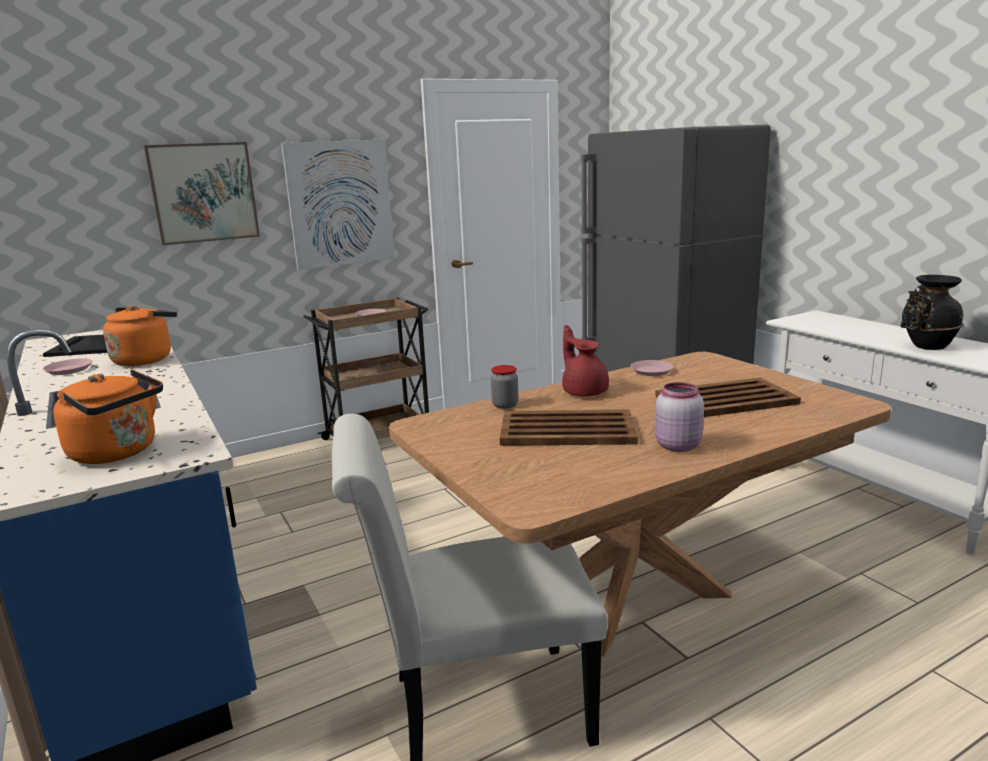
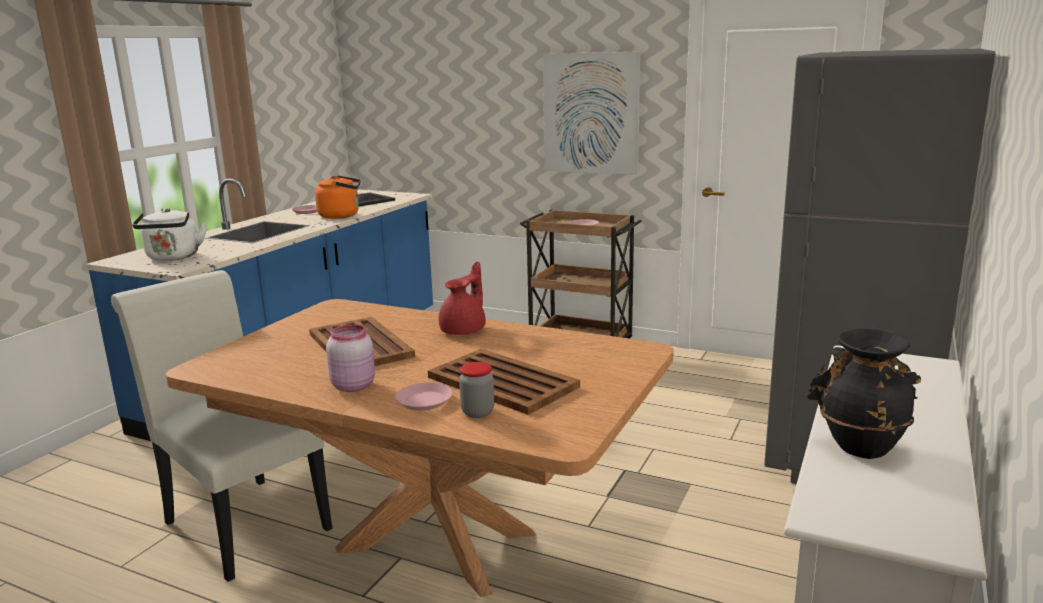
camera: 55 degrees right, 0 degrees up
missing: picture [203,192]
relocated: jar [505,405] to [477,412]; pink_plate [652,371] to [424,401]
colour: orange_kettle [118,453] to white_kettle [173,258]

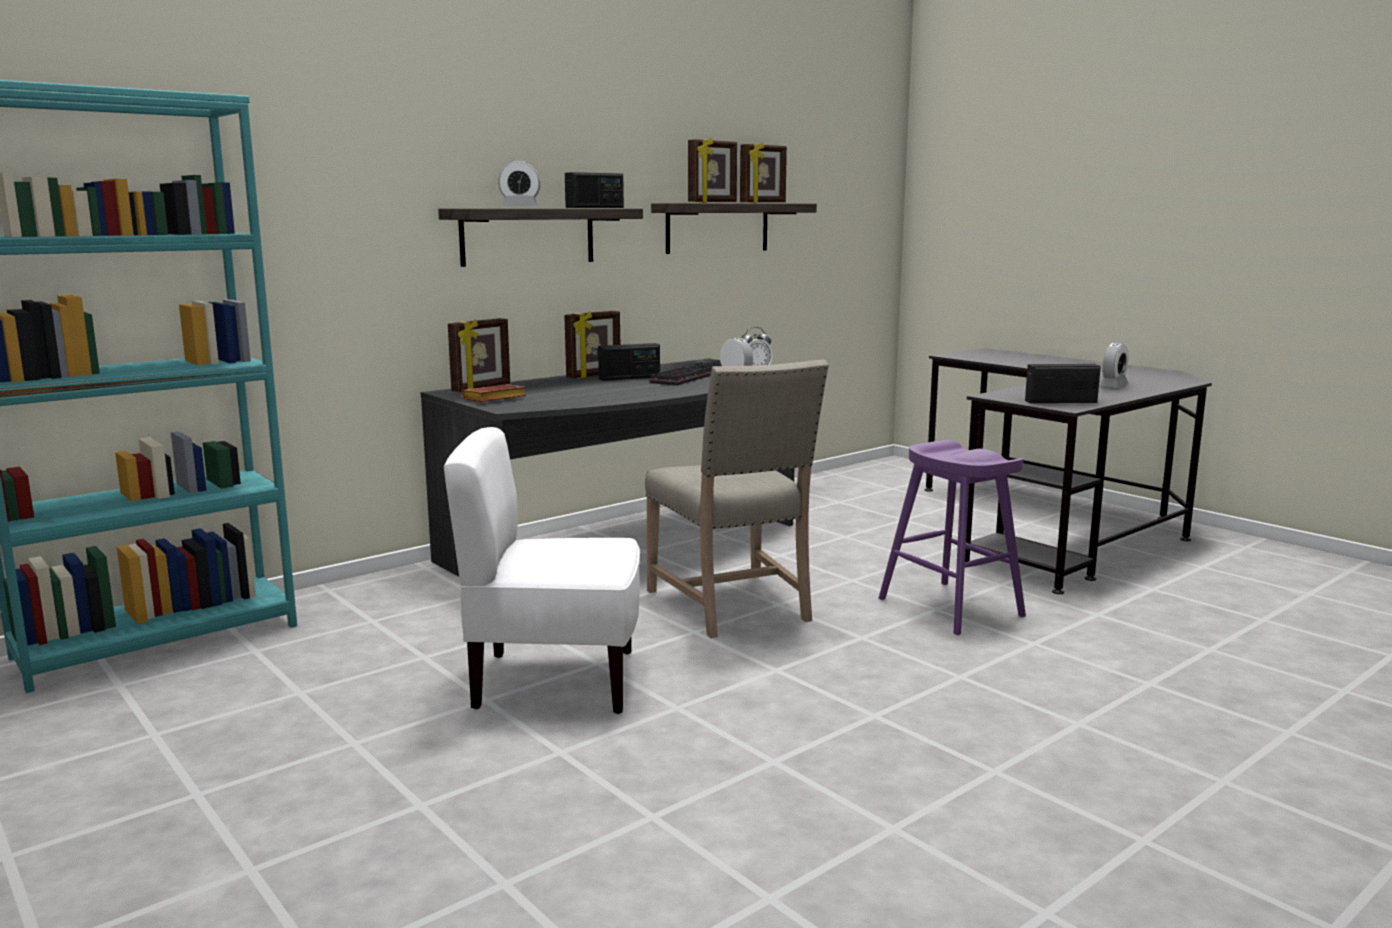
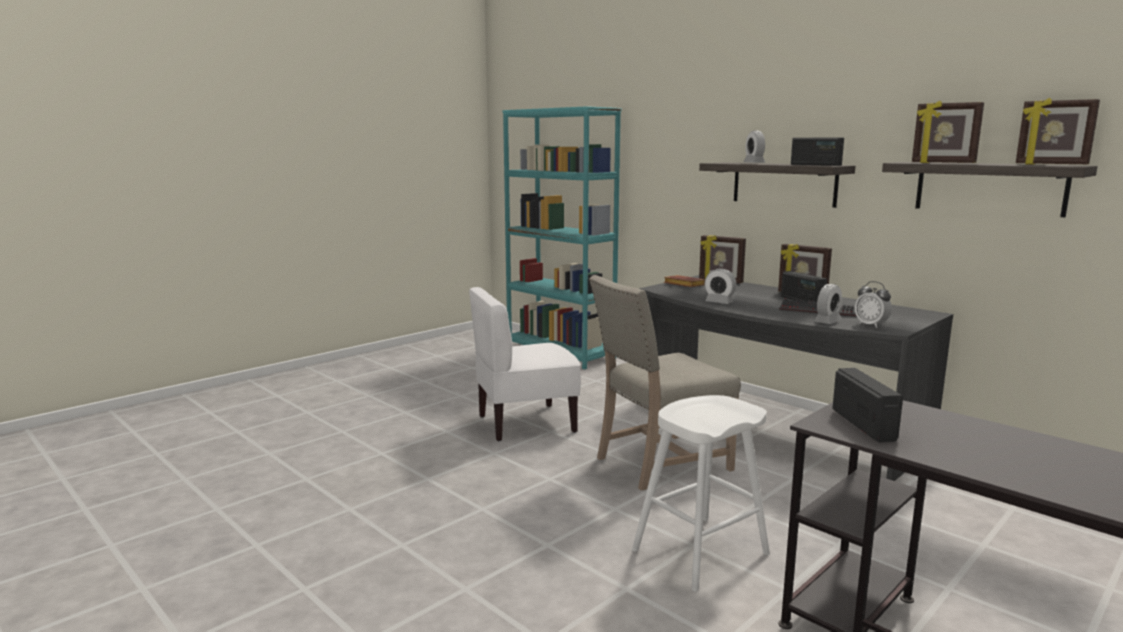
camera: 85 degrees right, 0 degrees up
relocated: alarm_clock [1113,386] to [719,302]
colour: purple_stool [950,607] to white_stool [700,552]
spun: white_chair [554,681] = [525,423] 105 degrees counterclockwise

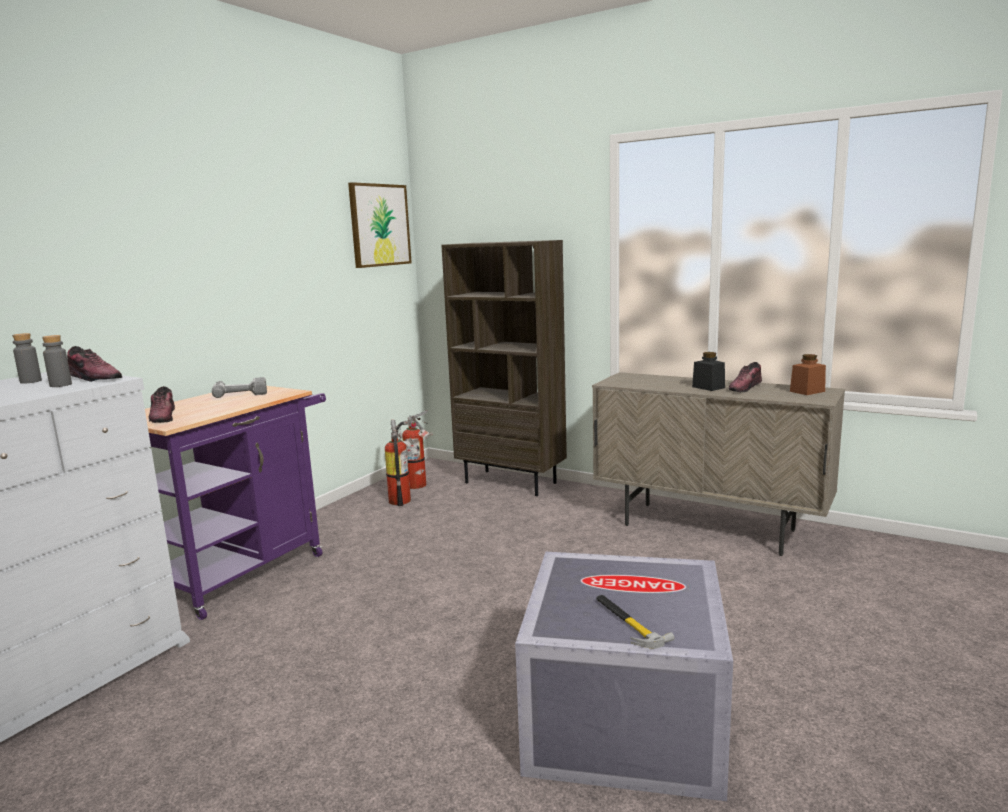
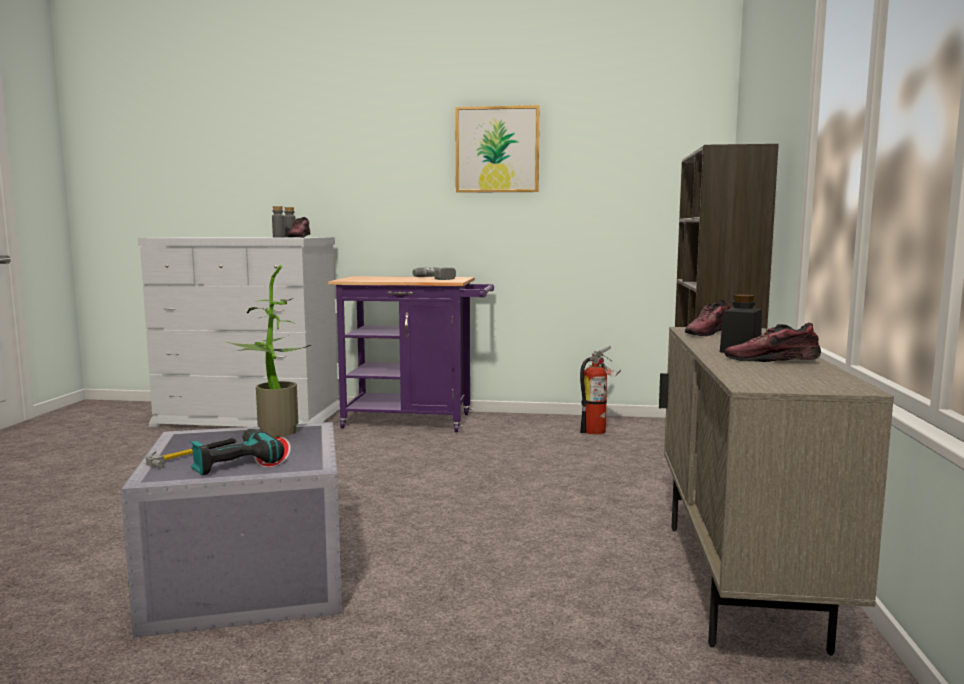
camera: 65 degrees right, 5 degrees down
missing: fire_extinguisher [419,485]; brown_jar [807,391]
appeared: power_drill [234,462]; potted_plant [272,433]
relocated: shoe [163,417] to [708,332]; picture [379,225] to [497,150]

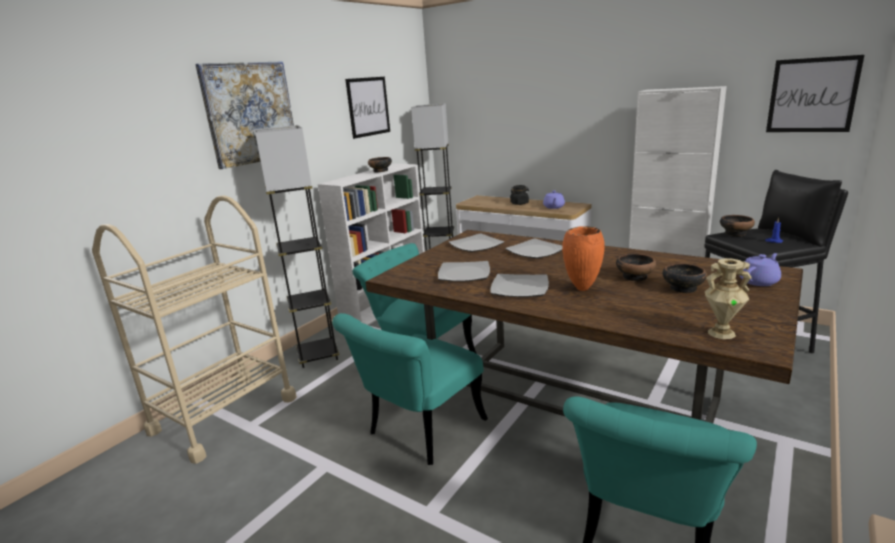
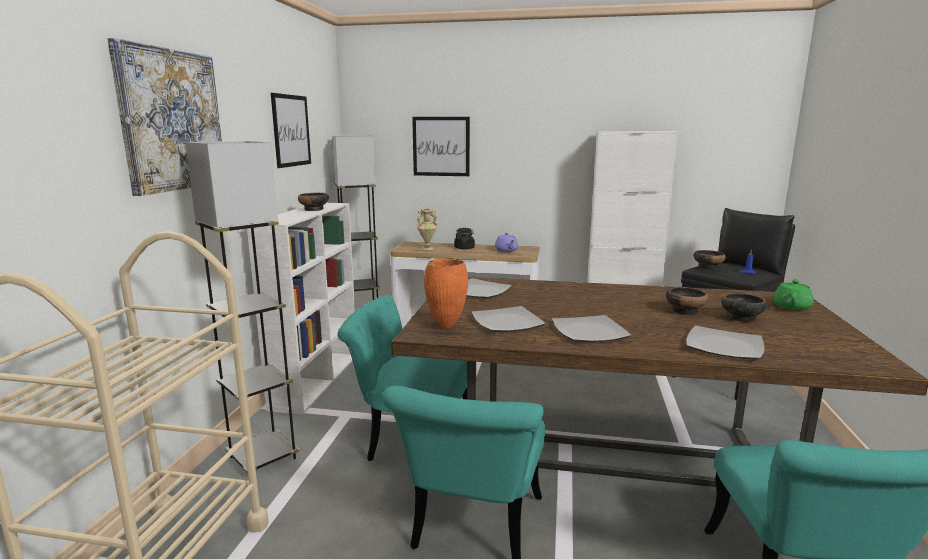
camera: 25 degrees left, 5 degrees down
relocated: plate [534,251] to [723,346]; orange_vase [581,289] to [445,327]; beige_vase [721,333] to [427,248]; picture [812,95] to [441,146]
colour: purple_teapot [759,281] to green_teapot [791,306]

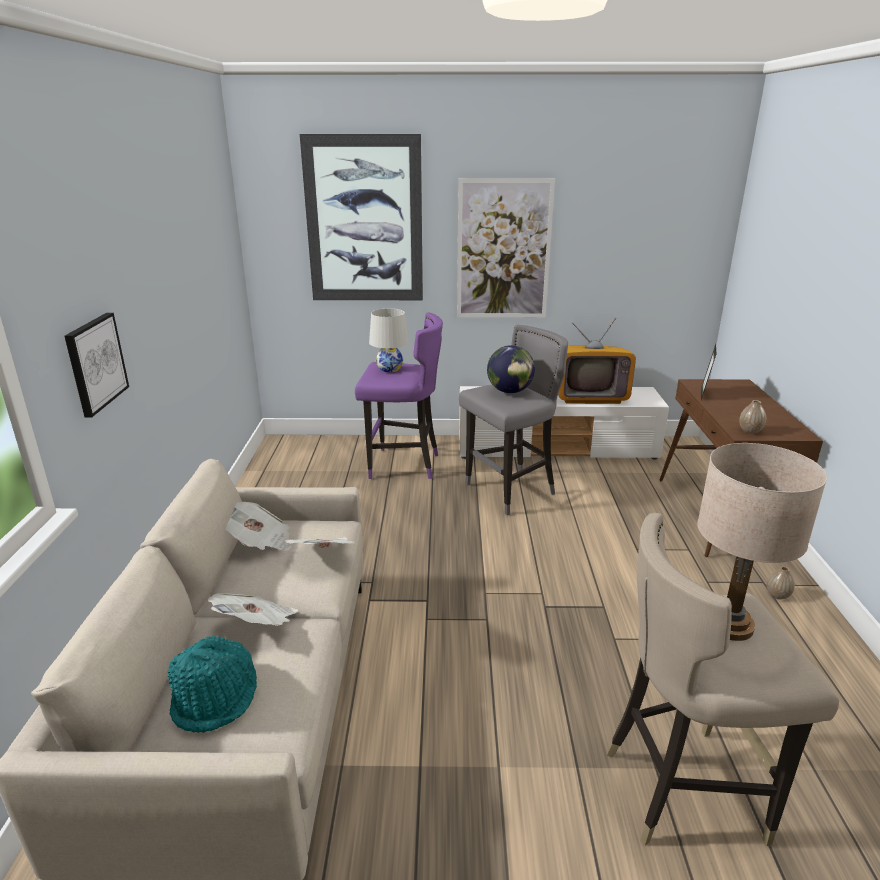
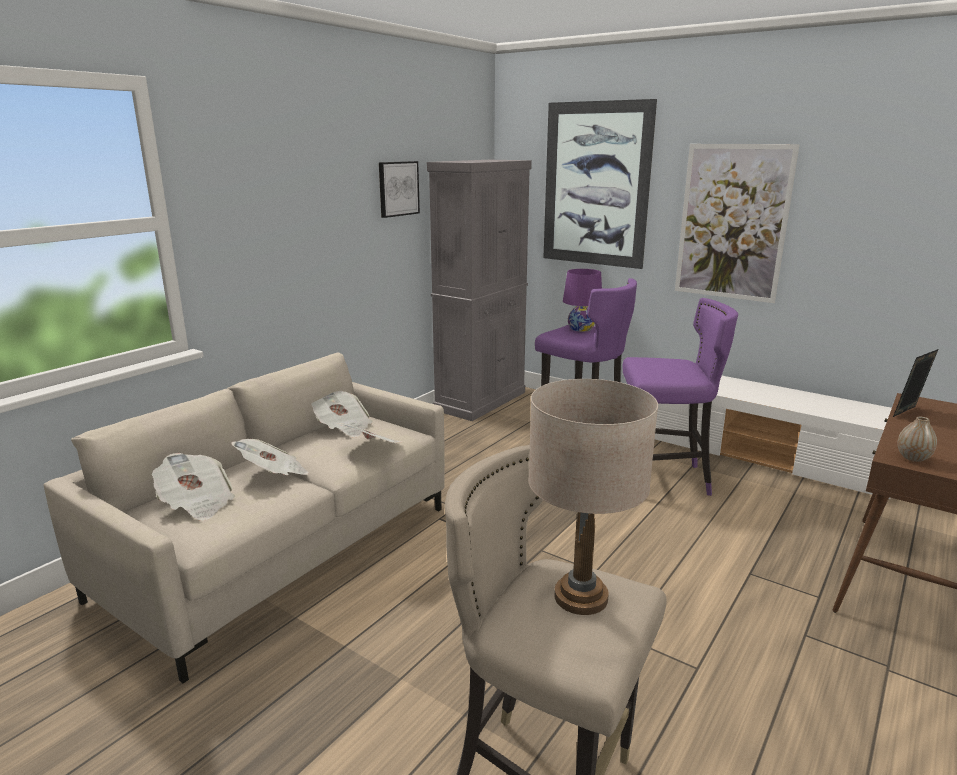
camera: 35 degrees right, 5 degrees down
missing: globe [509,391]; television [589,396]; vase [777,595]
appeared: grey_cabinet [481,401]
relocated: picture [95,363] to [398,188]
exchanged: turquoise_hat [216,698] to newspaper [197,503]
colour: white_table_lamp [389,369] to purple_table_lamp [580,328]; grey_stool [510,491] to purple_stool [664,479]

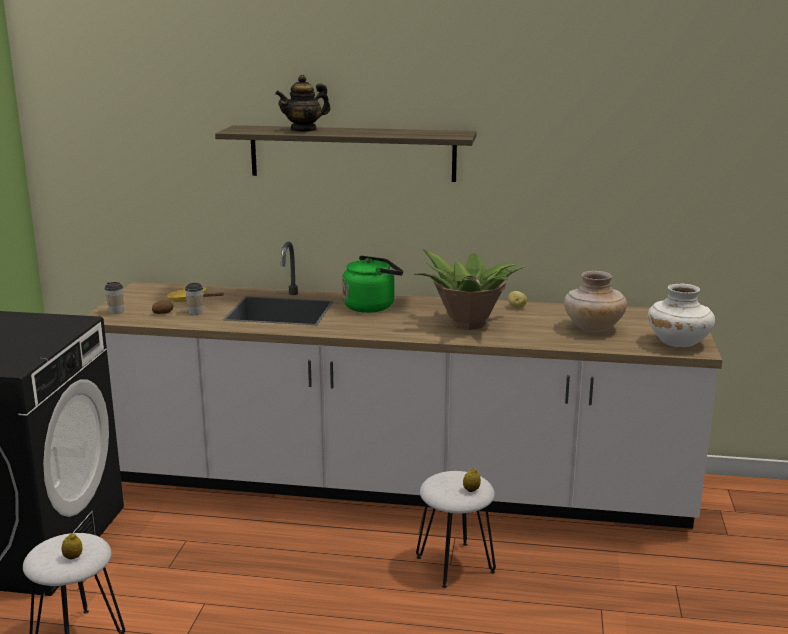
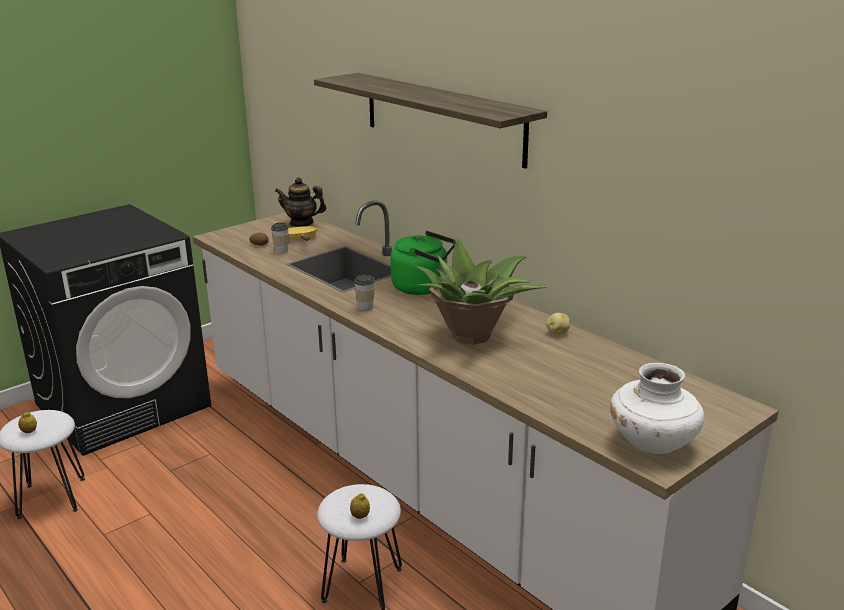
camera: 40 degrees right, 5 degrees up
missing: beige_vase [593,328]
relocated: cup [116,311] to [365,307]; teapot [304,130] to [301,223]

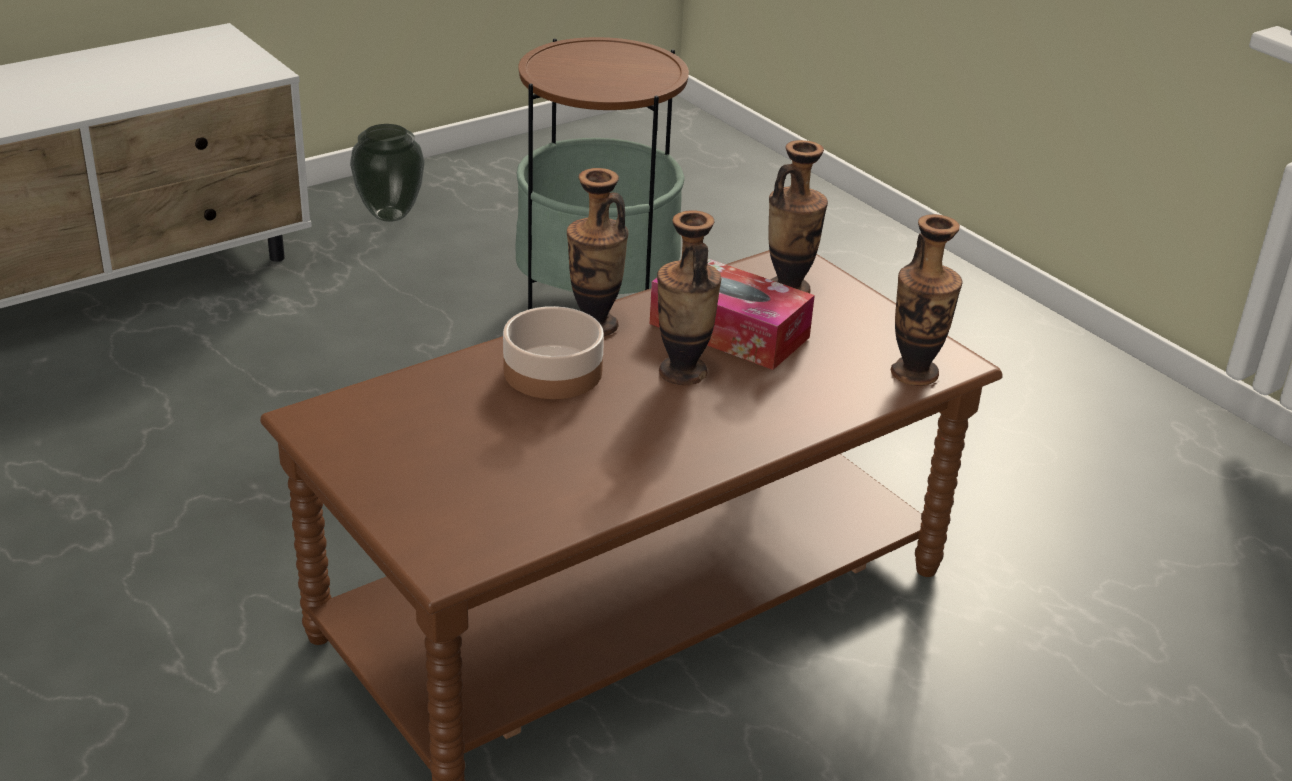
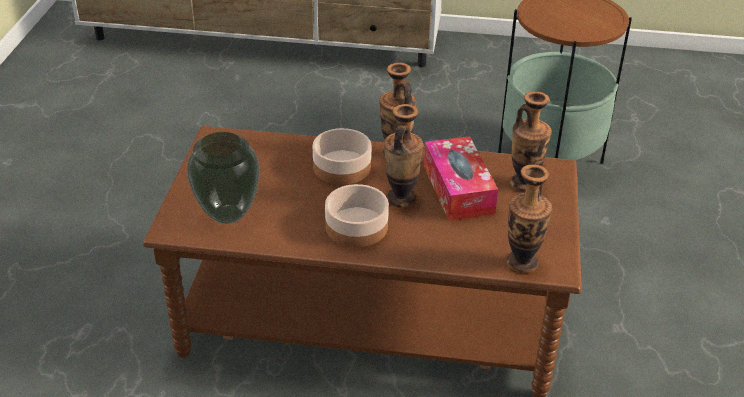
camera: 45 degrees right, 5 degrees up
appeared: bowl [356,226]
relocated: vase [390,215] to [228,214]

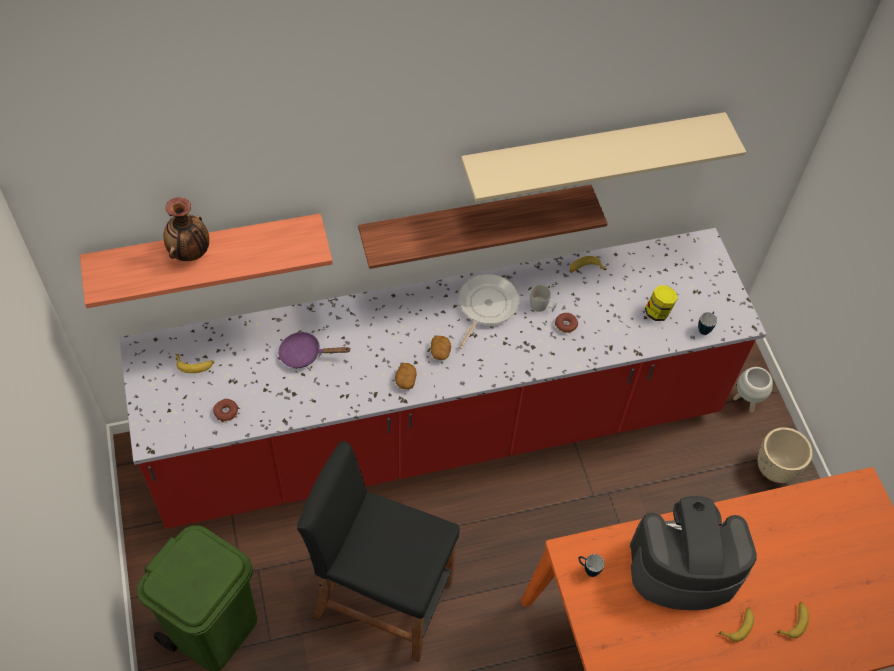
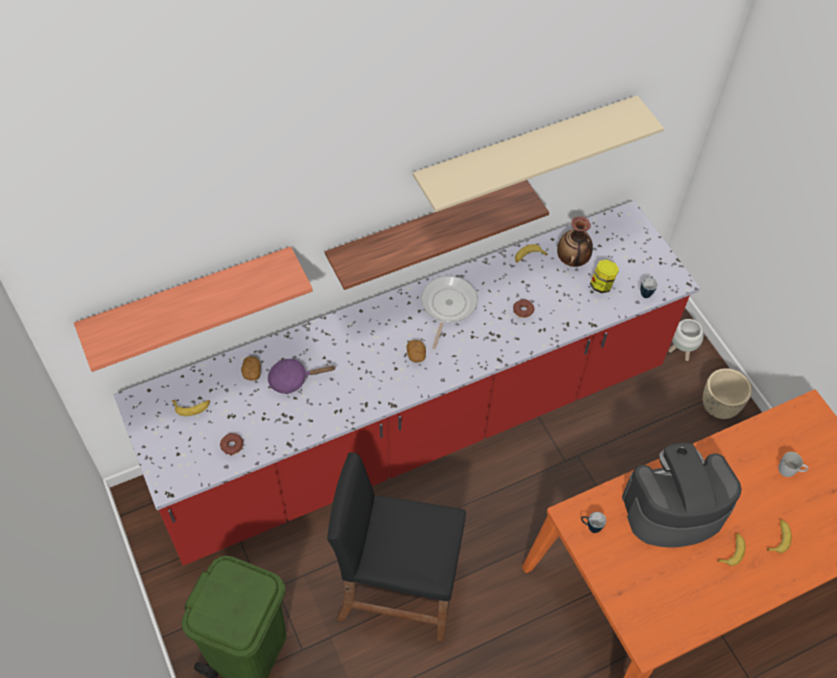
camera: 10 degrees left, 0 degrees up
relocated: vase [190,252] to [572,260]; potato [405,380] to [251,372]; white_mug [542,306] to [790,470]

